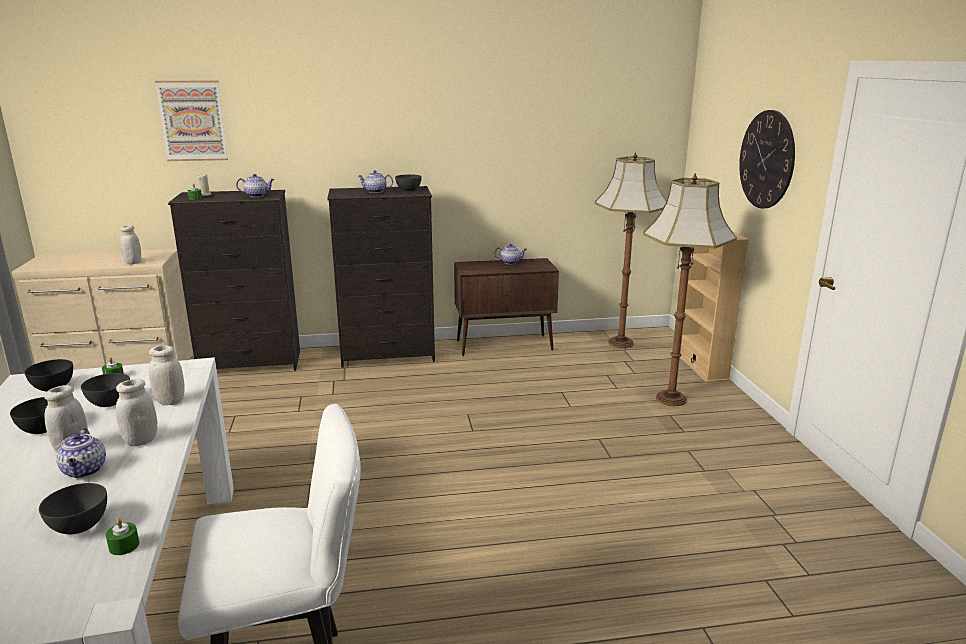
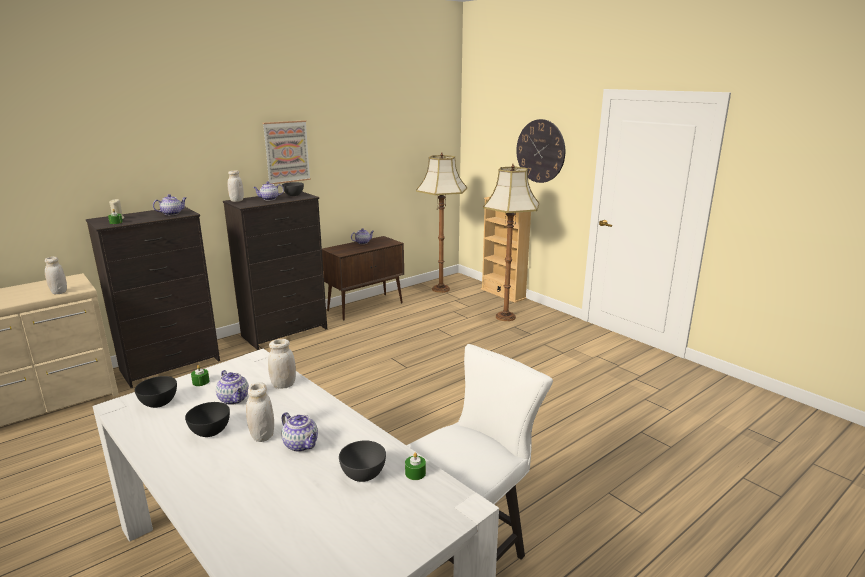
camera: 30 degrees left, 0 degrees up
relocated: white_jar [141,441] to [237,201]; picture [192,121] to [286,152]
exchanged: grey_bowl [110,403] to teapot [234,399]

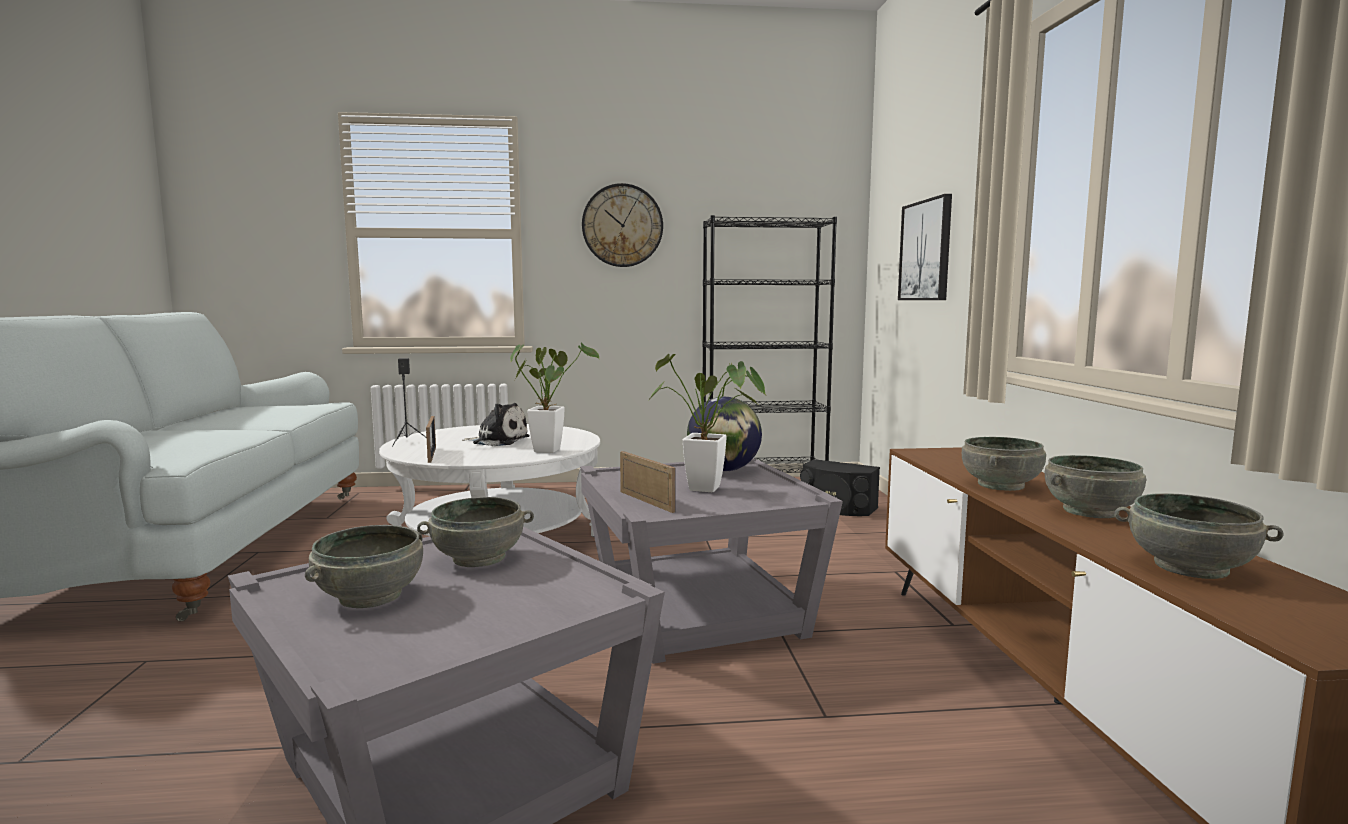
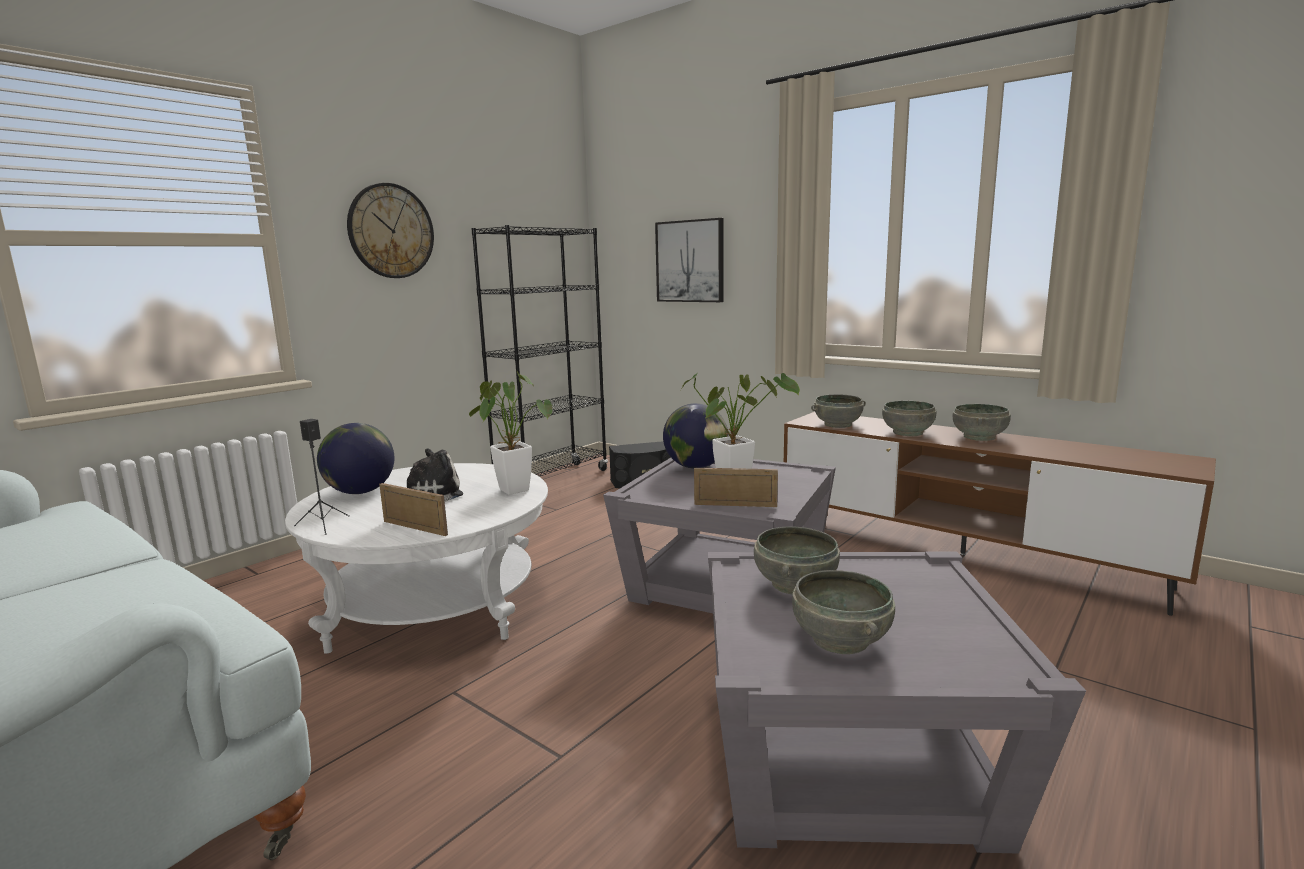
camera: 45 degrees left, 5 degrees up
appeared: globe [360,492]
relocated: grey_bowl [1190,567] to [837,424]

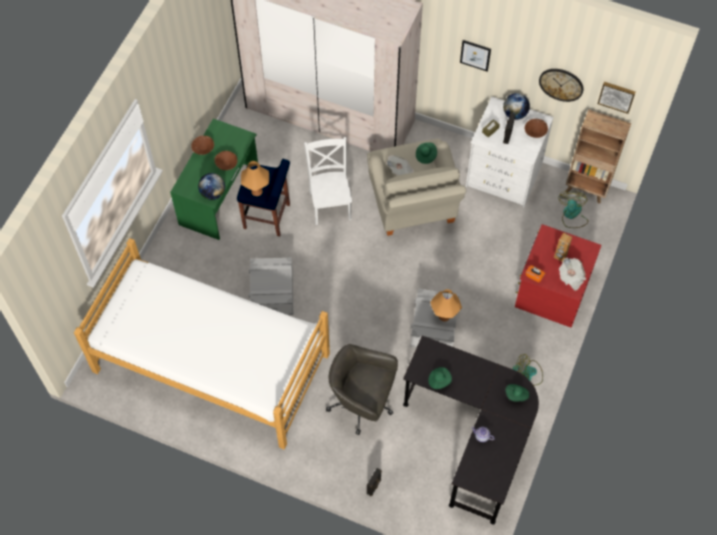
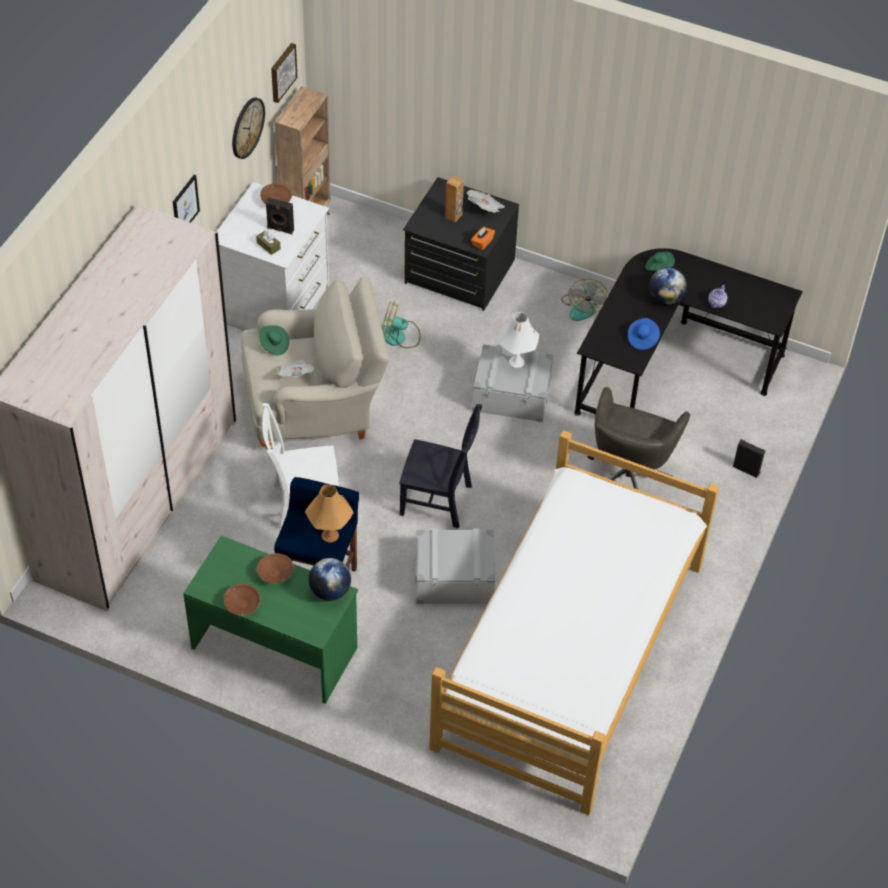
camera: 90 degrees left, 10 degrees down
appeared: black_chair [439,501]
relocated: globe [515,114] to [665,298]; fan [572,215] to [399,337]
colour: green_hat [439,380] to blue_hat [642,339]; orange_table_lamp [444,316] to white_table_lamp [516,361]; red_dresser [551,289] to black_dresser [459,272]

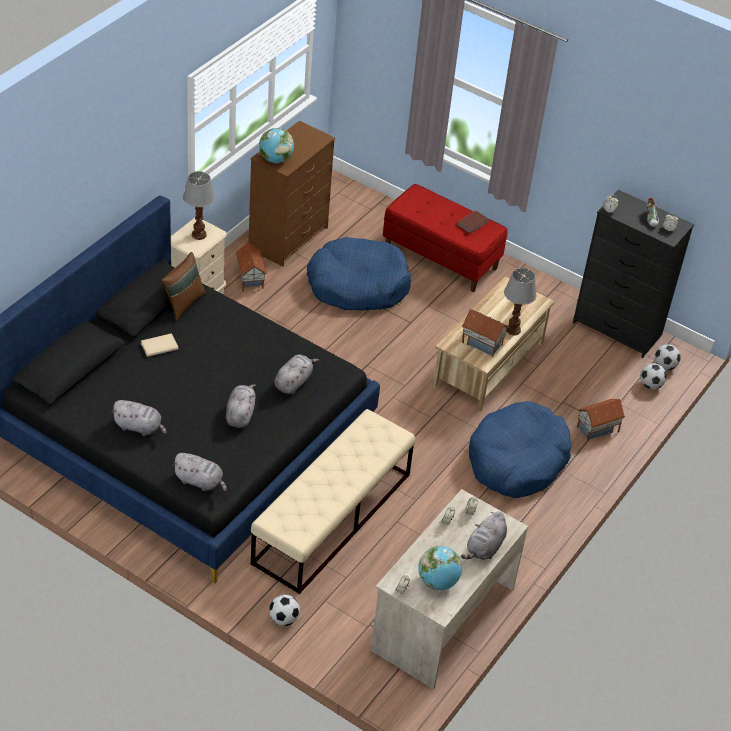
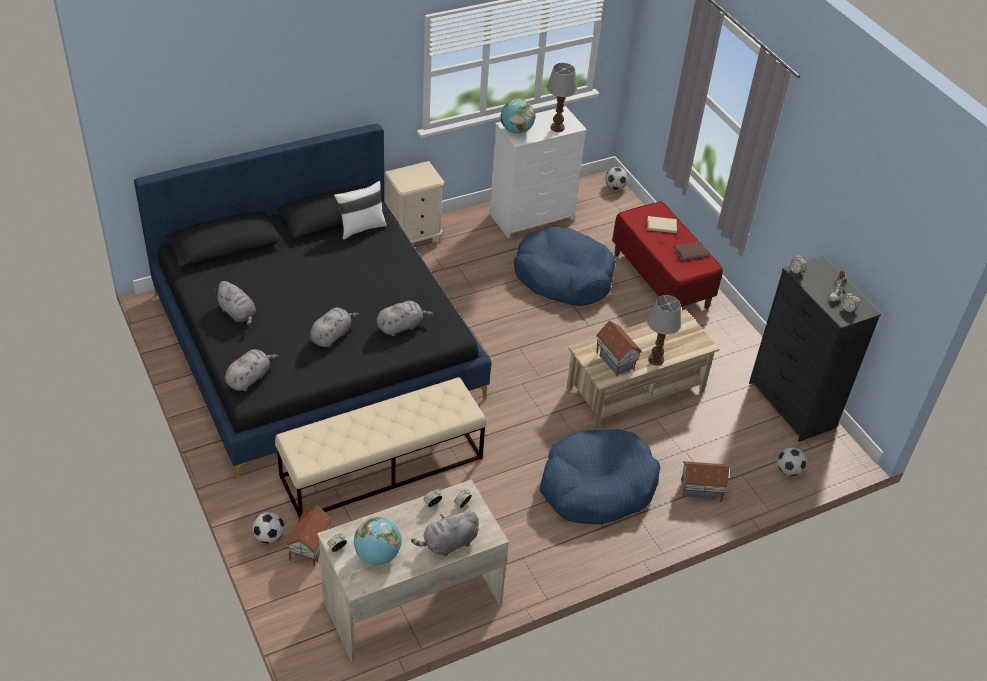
camera: 30 degrees right, 0 degrees up
relocated: beige_book [158,346] to [661,225]; table_lamp [198,235] to [556,128]; toy_house [249,279] to [309,547]; football [664,366] to [615,187]
colour: brown_pillow [183,303] to white_pillow [361,227]; brown_dresser [288,237] to white_dresser [532,216]
spun: grey_plush_toy [200,482] = [249,378] 105 degrees counterclockwise

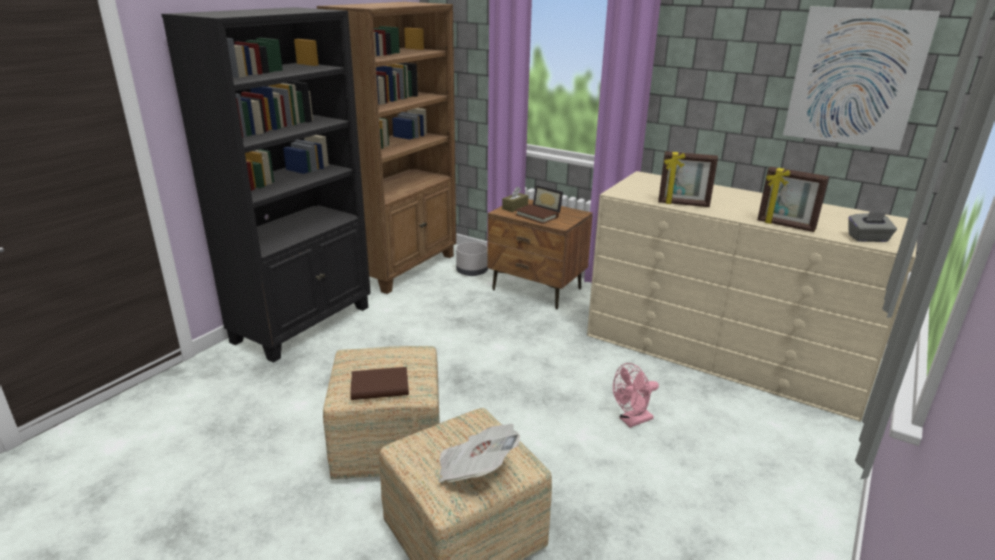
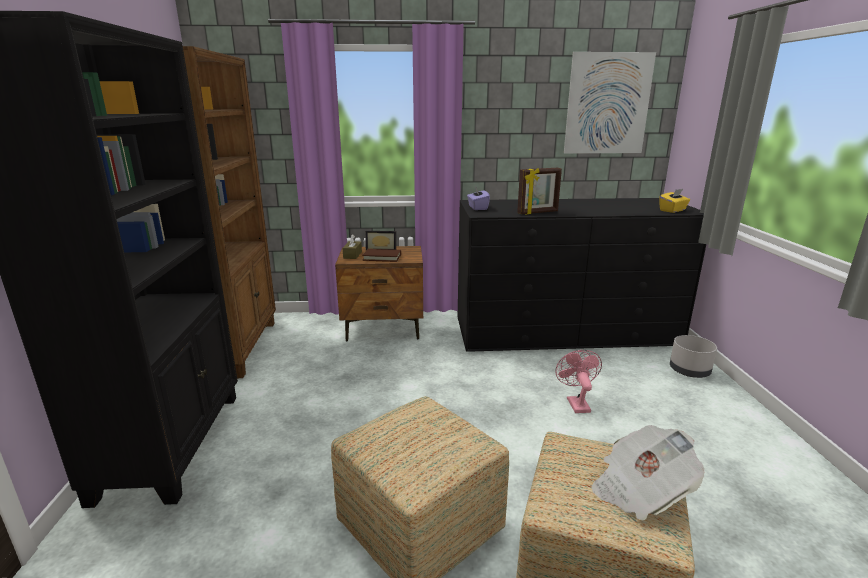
camera: 35 degrees left, 5 degrees down
missing: brown_book [380,387]; picture_frame [785,225]
appeared: purple_tissue_box [477,208]
relocated: grey_planter [472,271] to [688,371]
colour: beige_dresser [723,352] to black_dresser [565,330]; grey_tissue_box [868,239] to yellow_tissue_box [672,210]
spun: pink_fan [632,421] = [576,403] 150 degrees clockwise

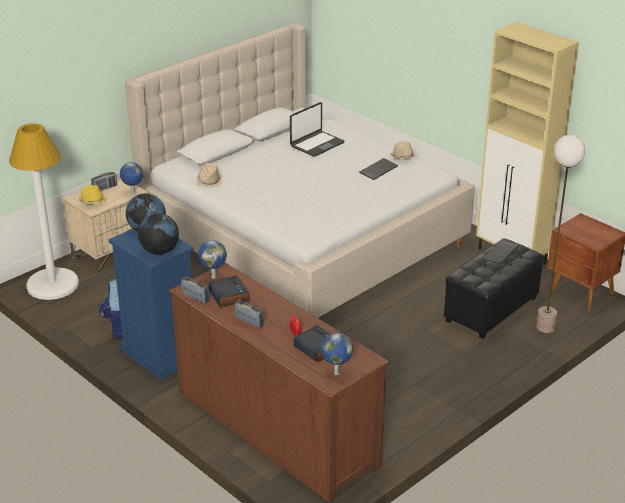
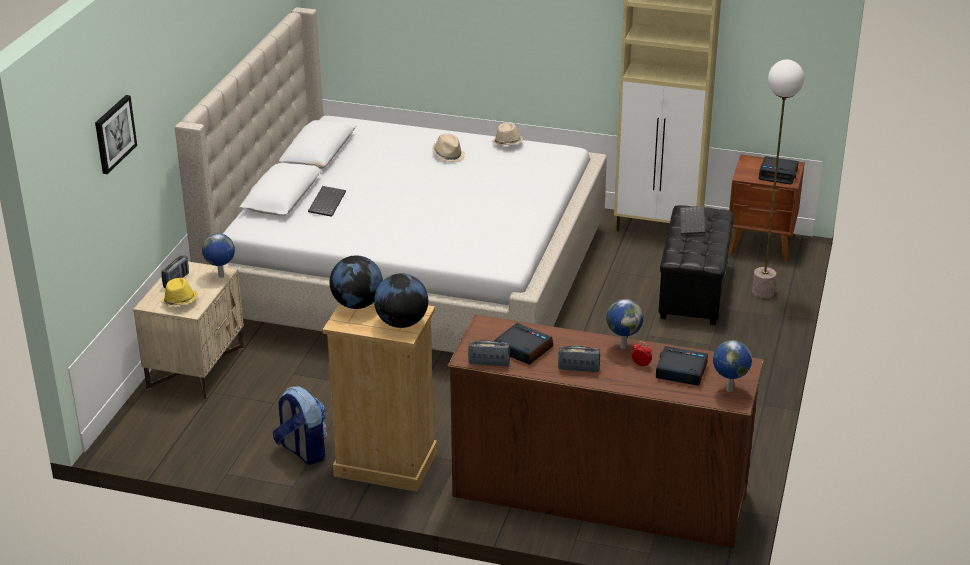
camera: 30 degrees left, 0 degrees up
missing: white_floor_lamp [52,285]; laptop [316,144]
appeared: picture [114,134]; alarm_clock [778,174]
relocated: beige_hat [209,181] to [448,155]; globe [214,277] to [623,346]; keyboard [378,169] to [326,202]
colour: blue_dresser [159,354] to beige_dresser [385,464]

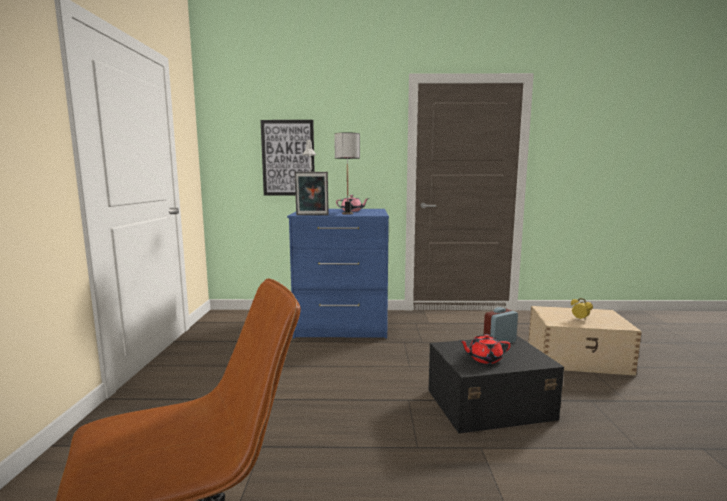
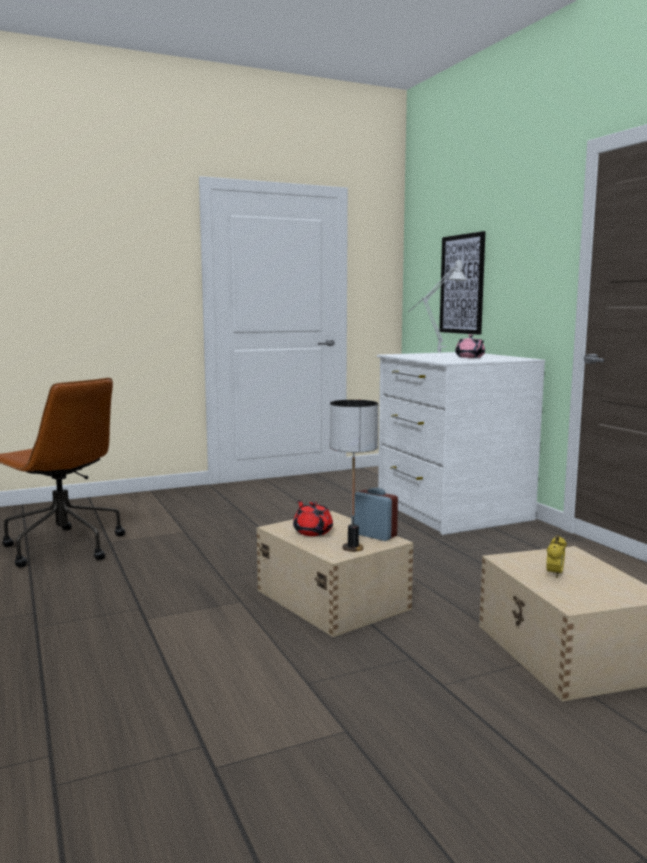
camera: 65 degrees right, 0 degrees up
missing: picture_frame [312,215]
relocated: table_lamp [347,214] to [352,548]
colour: blue_dresser [342,324] to white_dresser [451,511]; black_storage_box [488,404] to beige_storage_box [331,598]

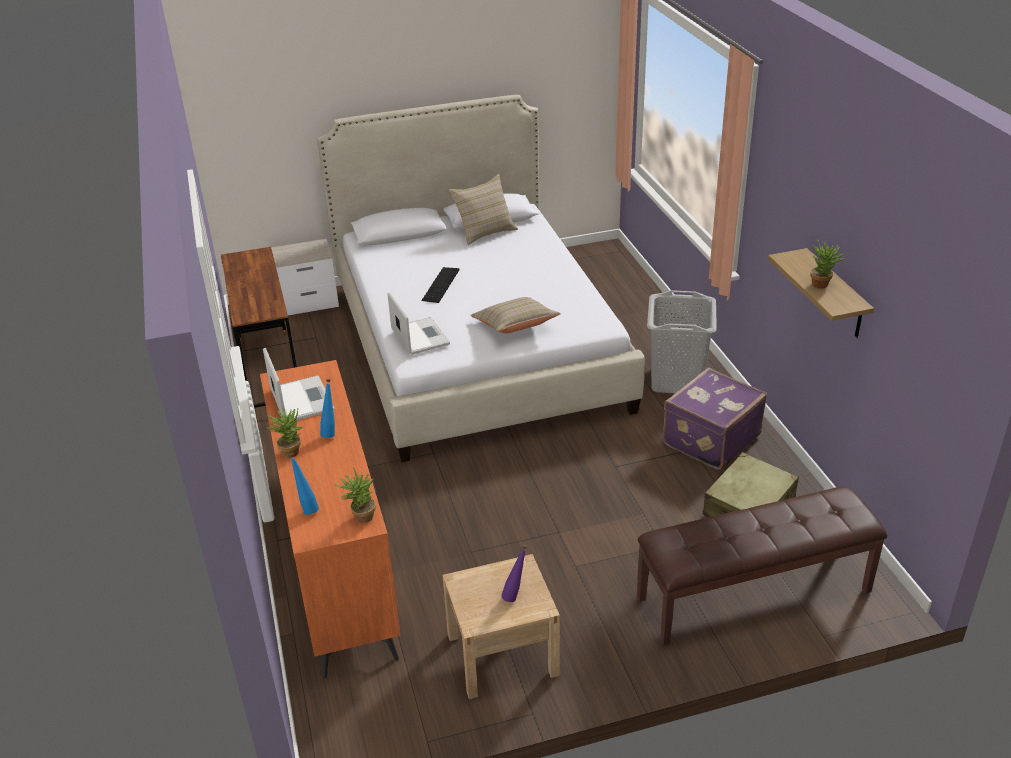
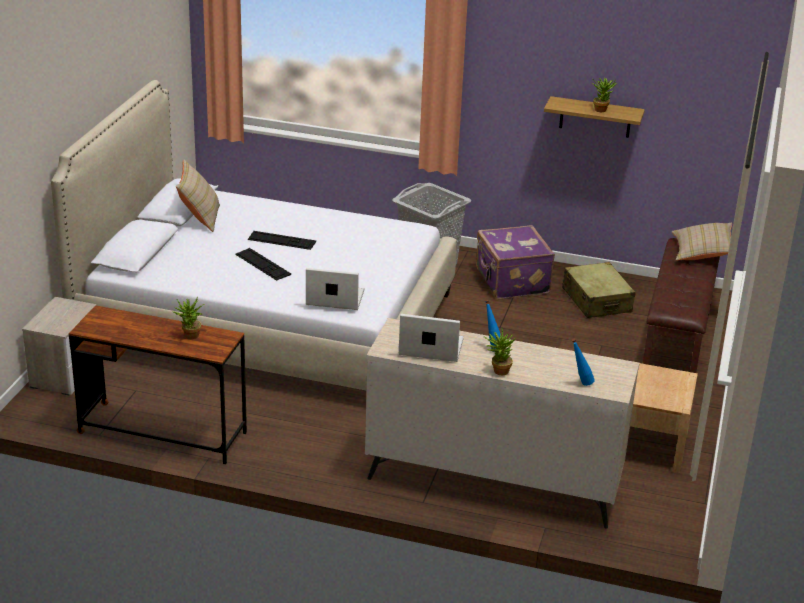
camera: 60 degrees left, 5 degrees down
missing: purple_bottle [515,595]
appeared: keyboard [281,240]
relocated: potted_plant [360,517] to [189,337]; beige_pillow [515,327] to [702,253]
colour: orange_dresser [339,569] to beige_dresser [491,483]

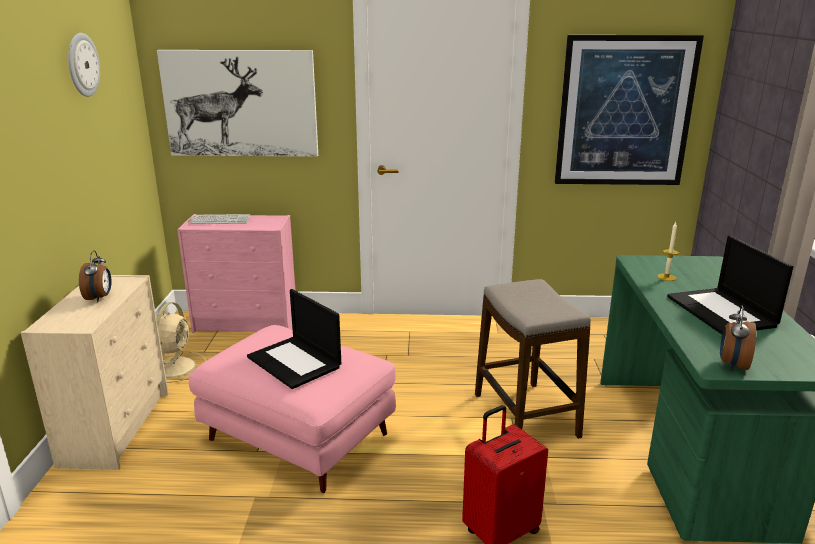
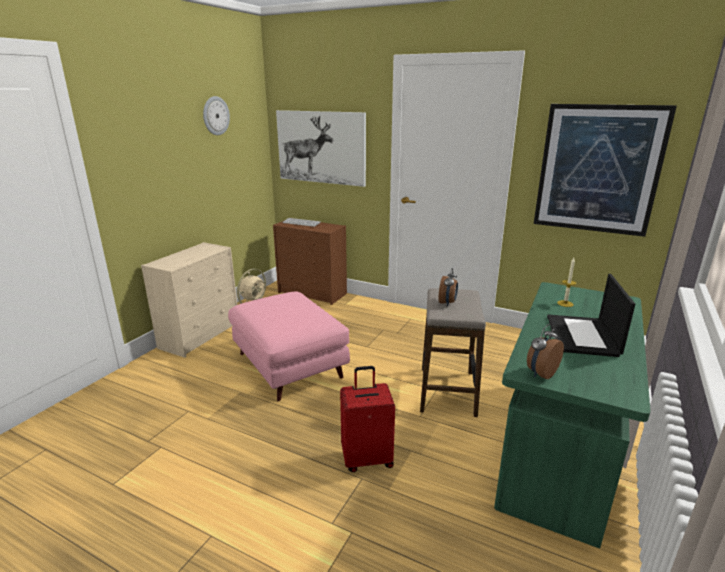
camera: 25 degrees right, 0 degrees up
missing: laptop [295,362]
relocated: alarm_clock [99,298] to [447,303]
colour: pink_dresser [247,323] to brown_dresser [313,293]

